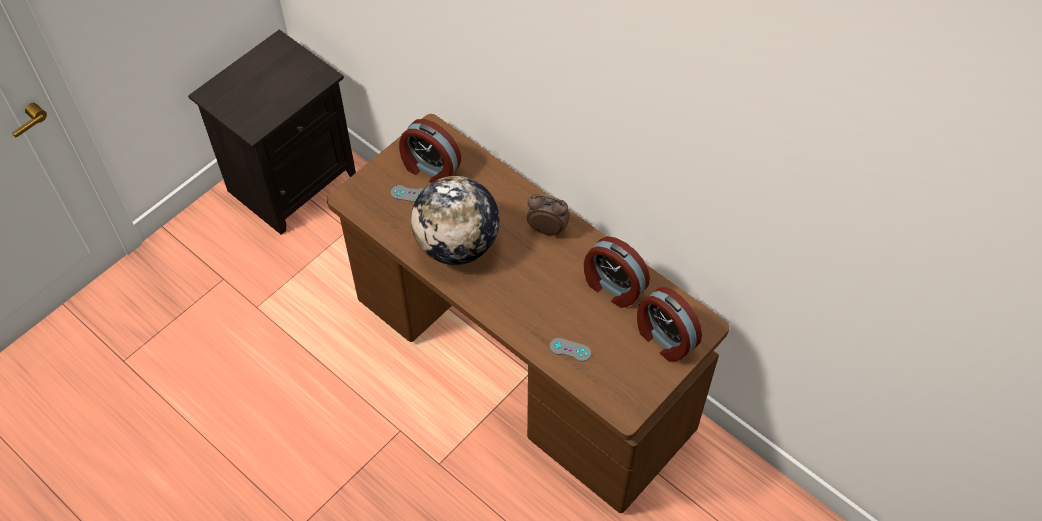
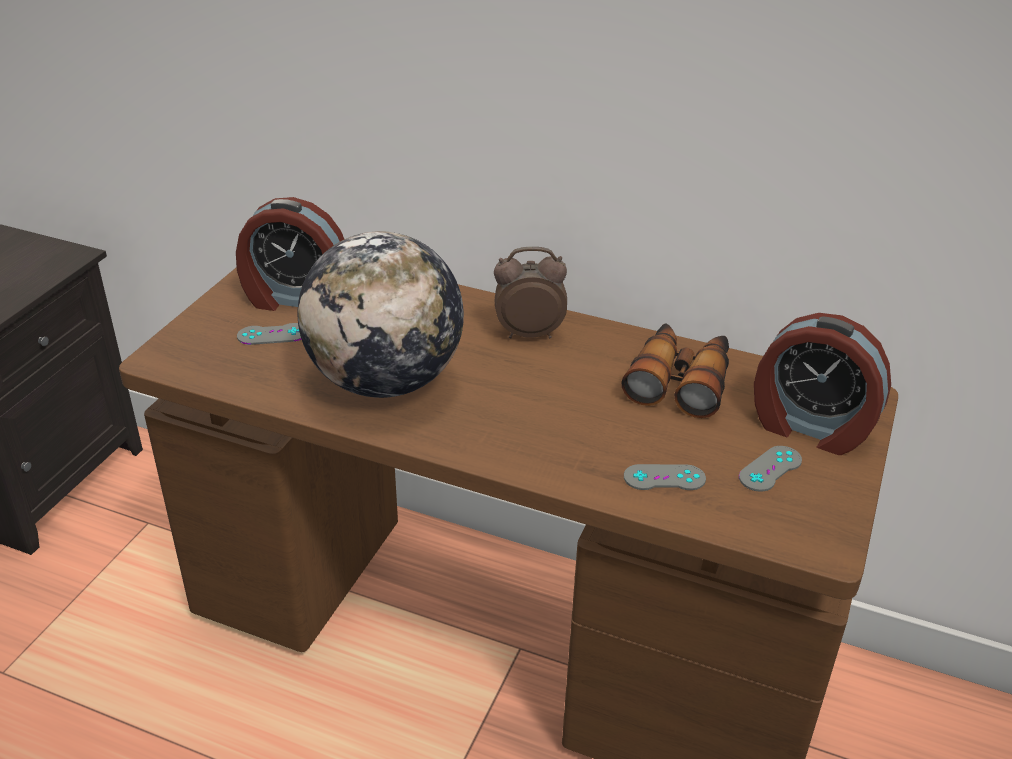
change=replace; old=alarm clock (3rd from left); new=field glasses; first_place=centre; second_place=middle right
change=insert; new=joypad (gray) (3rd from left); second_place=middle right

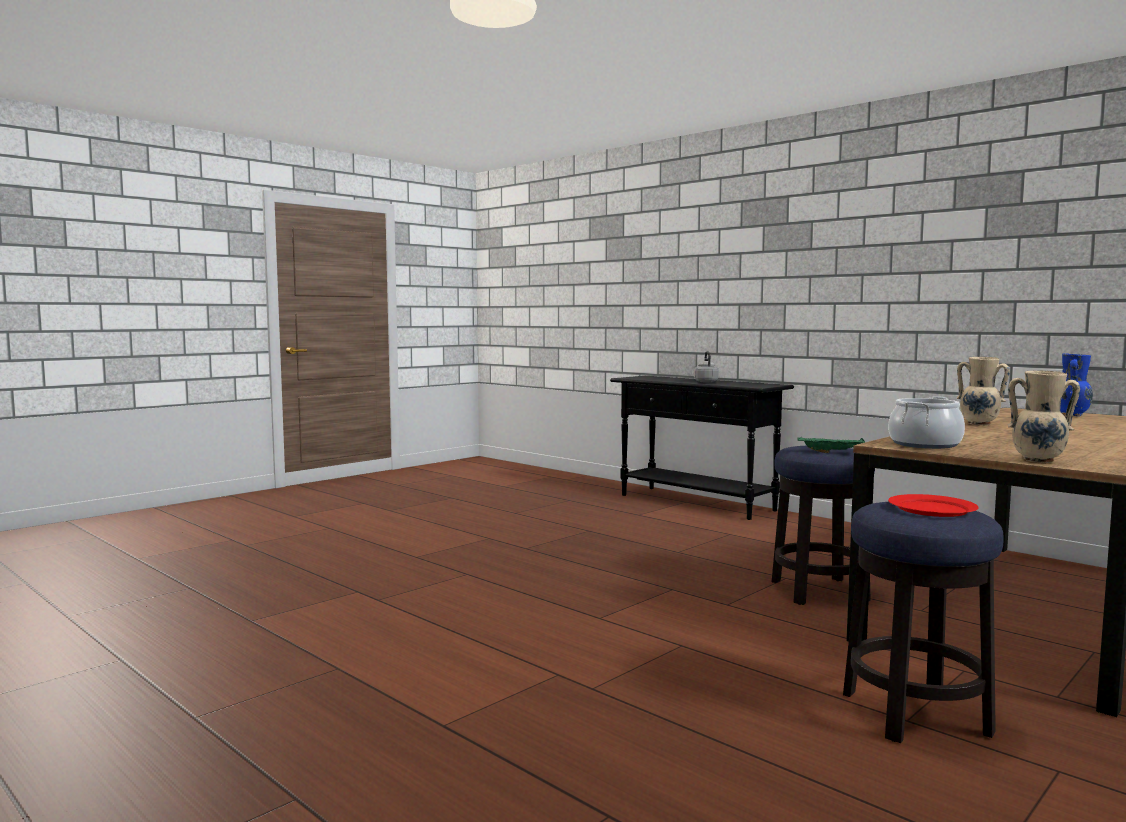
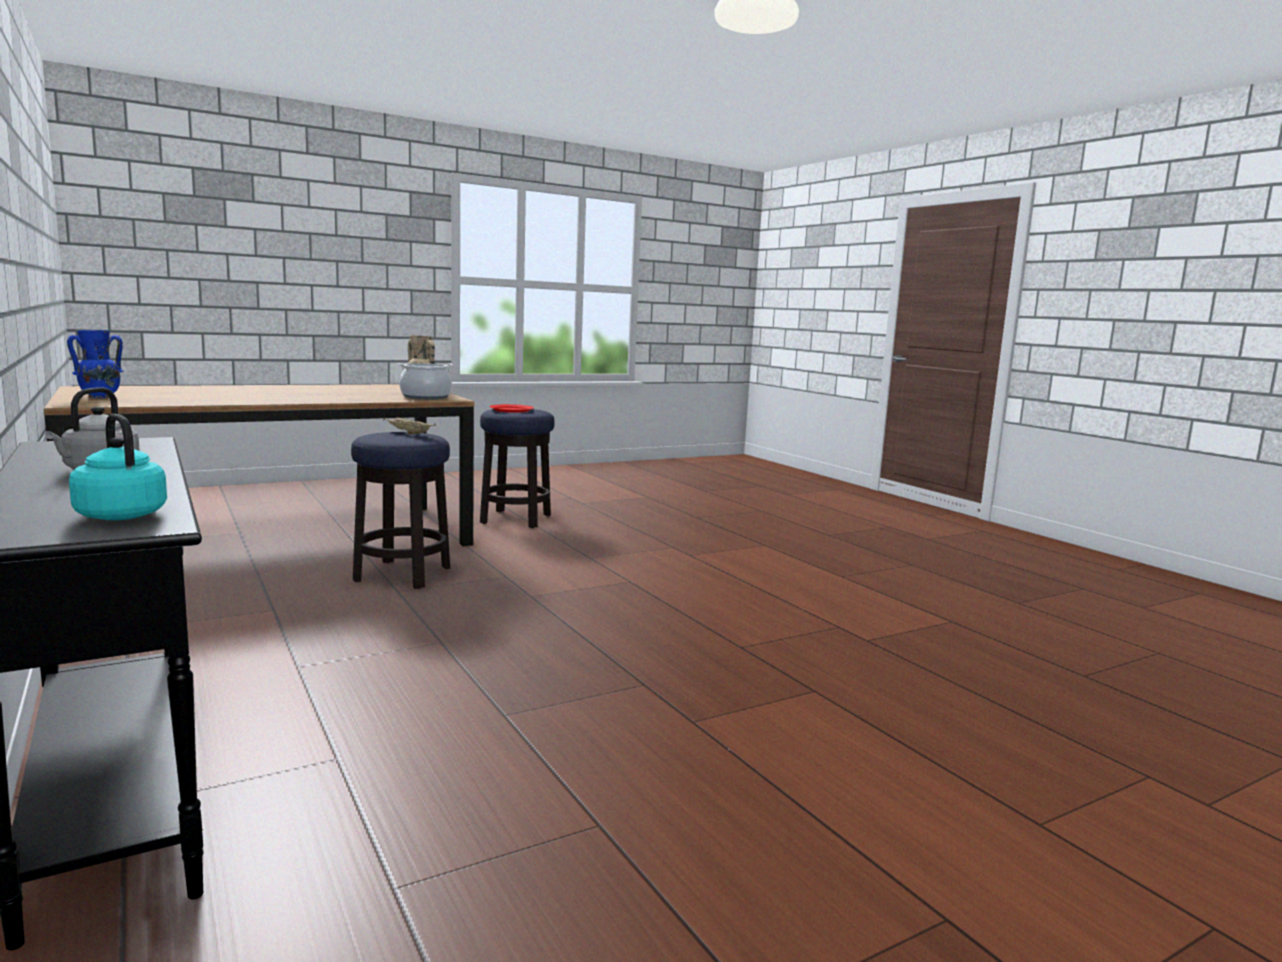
change=recolor; old=serving tray (greenish); new=serving tray (beige); first_place=middle right; second_place=middle left
change=delete; old=flower vase (beige) (1st from left); first_place=middle right
change=insert; new=tea kettle (turquoise); second_place=middle left

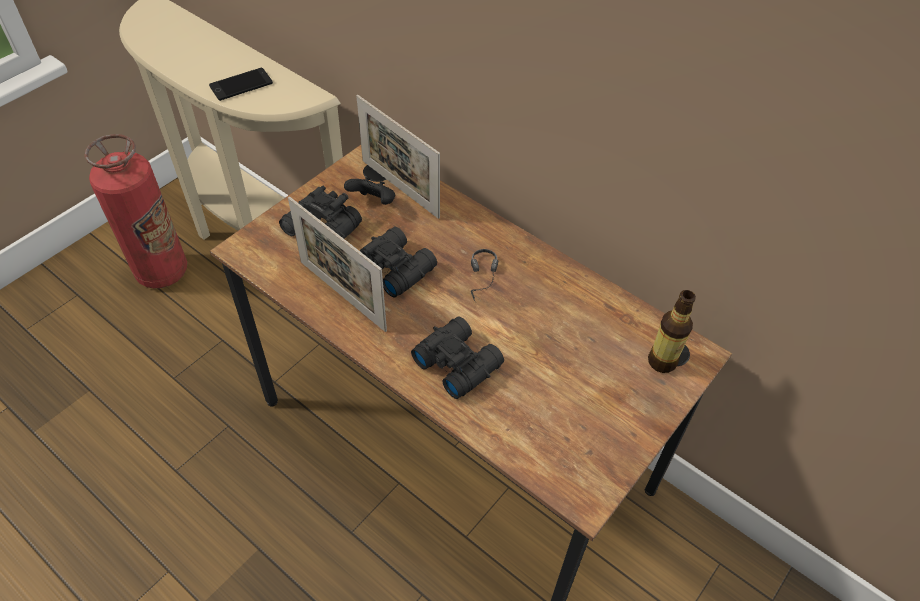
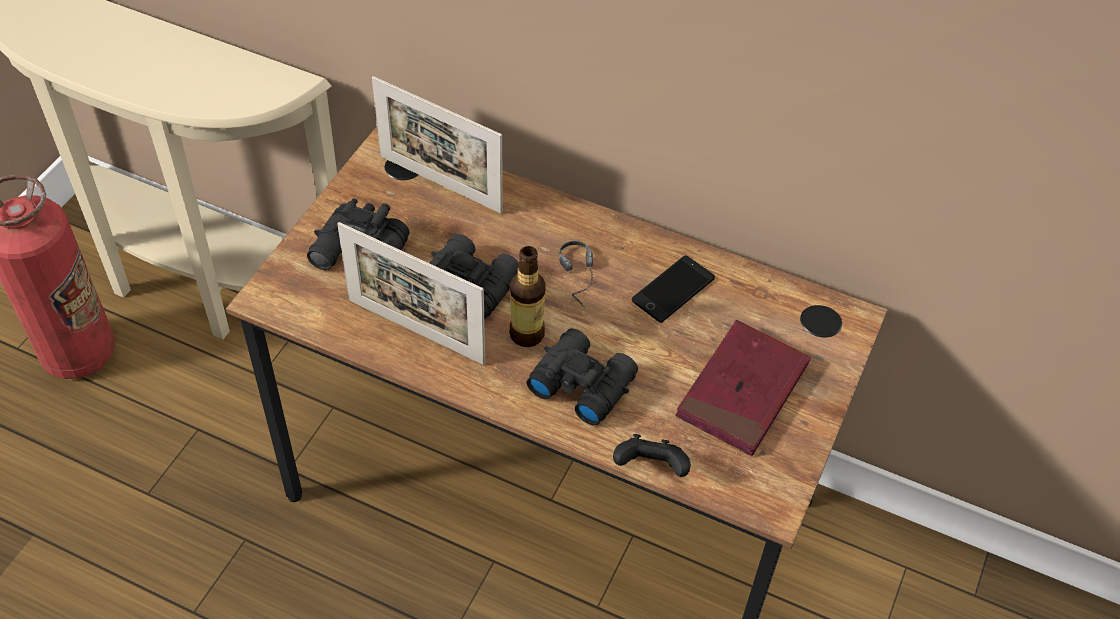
change=move; old=handset; first_place=top left; second_place=centre
change=move; old=joypad (black); first_place=top centre; second_place=bottom centre
change=move; old=beverage bottle; first_place=middle right; second_place=centre
change=insert; new=bound book (reddish); second_place=centre

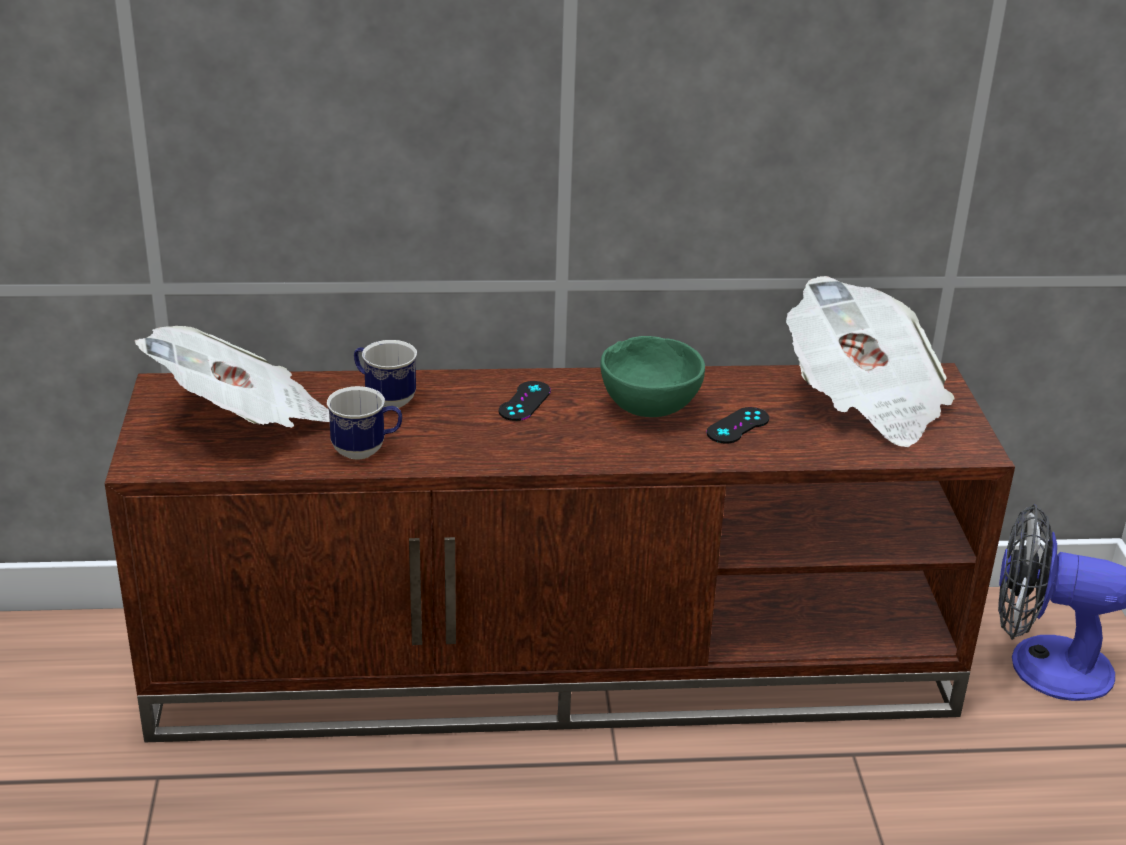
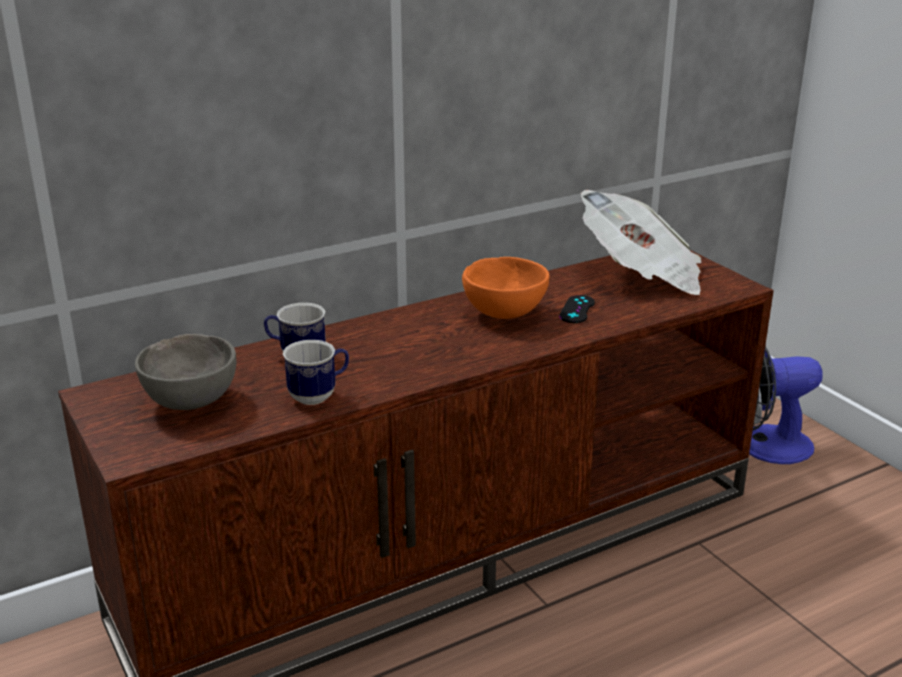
change=replace; old=newspaper (1st from left); new=serving bowl (gray); first_place=middle left; second_place=middle left
change=delete; old=joypad (black) (1st from left); first_place=centre
change=recolor; old=serving bowl (greenish); new=serving bowl (orange-coloured); first_place=centre; second_place=centre

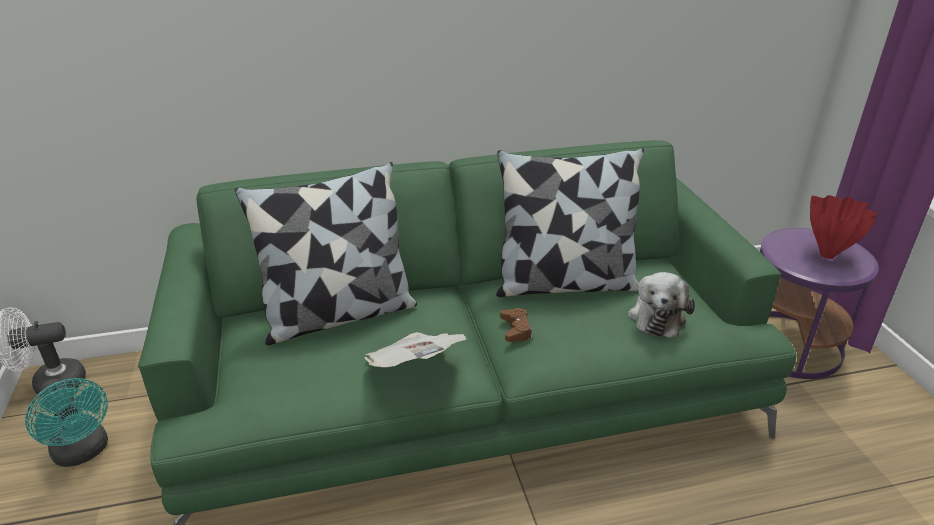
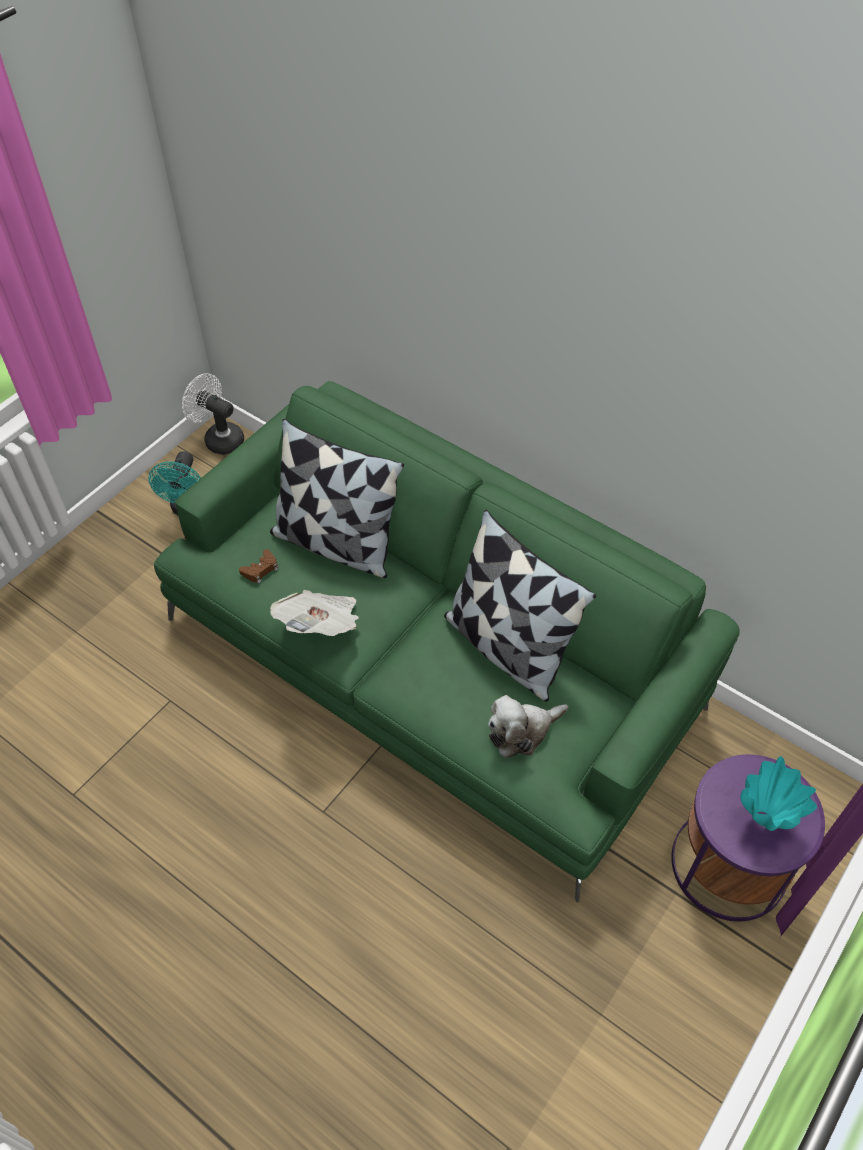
change=move; old=joypad (brown-coloured); first_place=centre; second_place=middle left
change=recolor; old=flower vase (reddish); new=flower vase (turquoise); first_place=middle right; second_place=bottom right

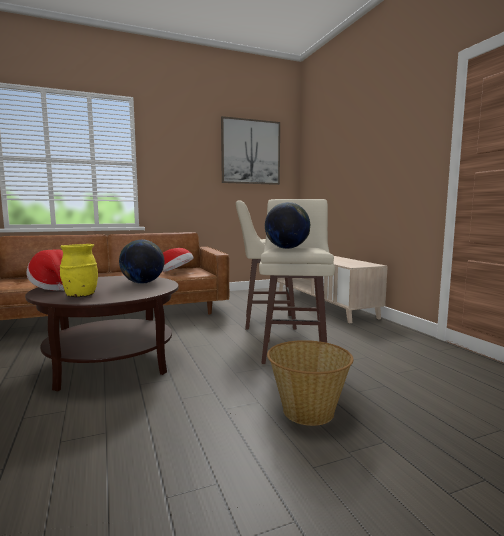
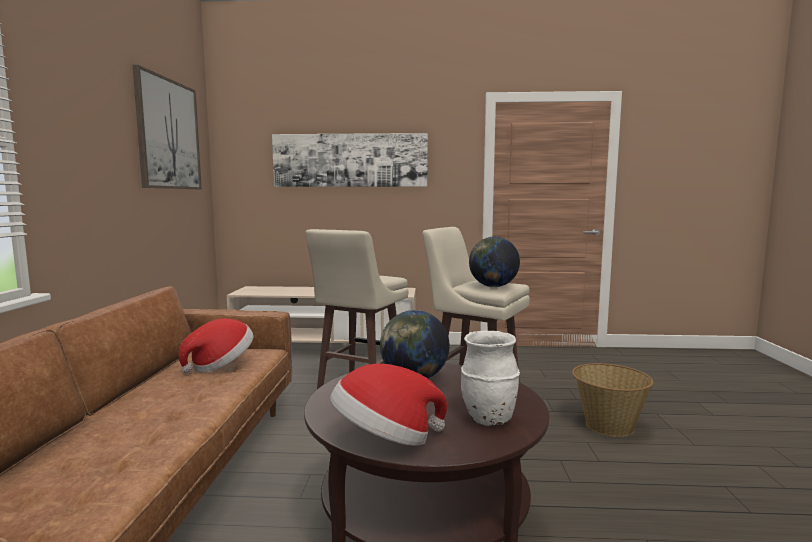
change=recolor; old=flower vase (yellow-coloured); new=flower vase (white); first_place=middle left; second_place=bottom centre
change=insert; new=wall art (2nd from left); second_place=top centre

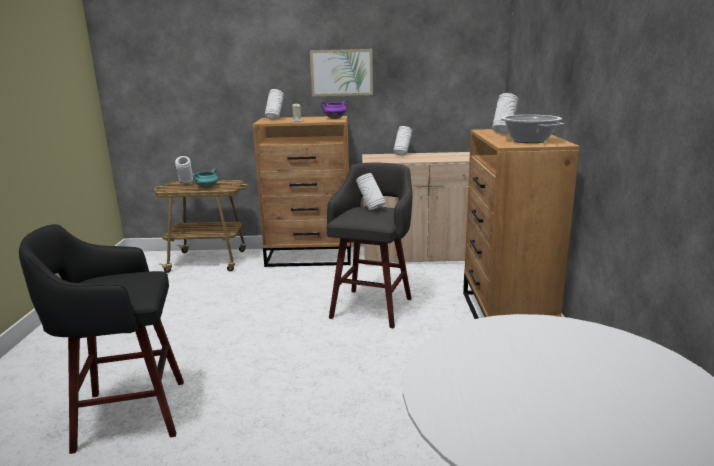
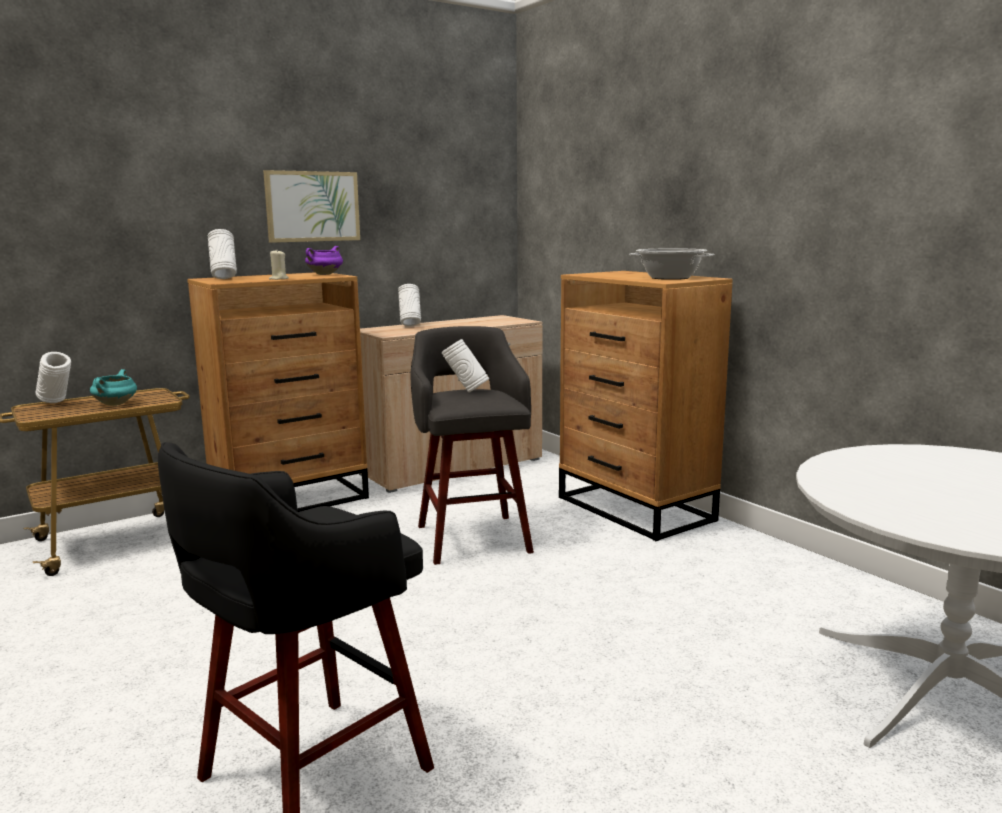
change=delete; old=flower vase (white) (5th from left); first_place=top right

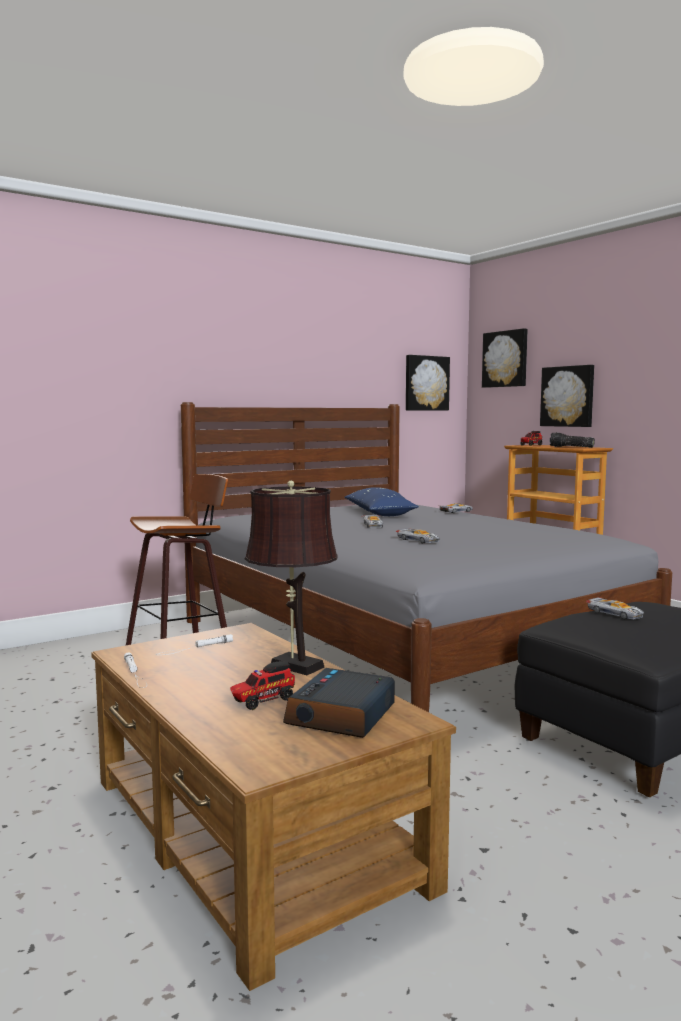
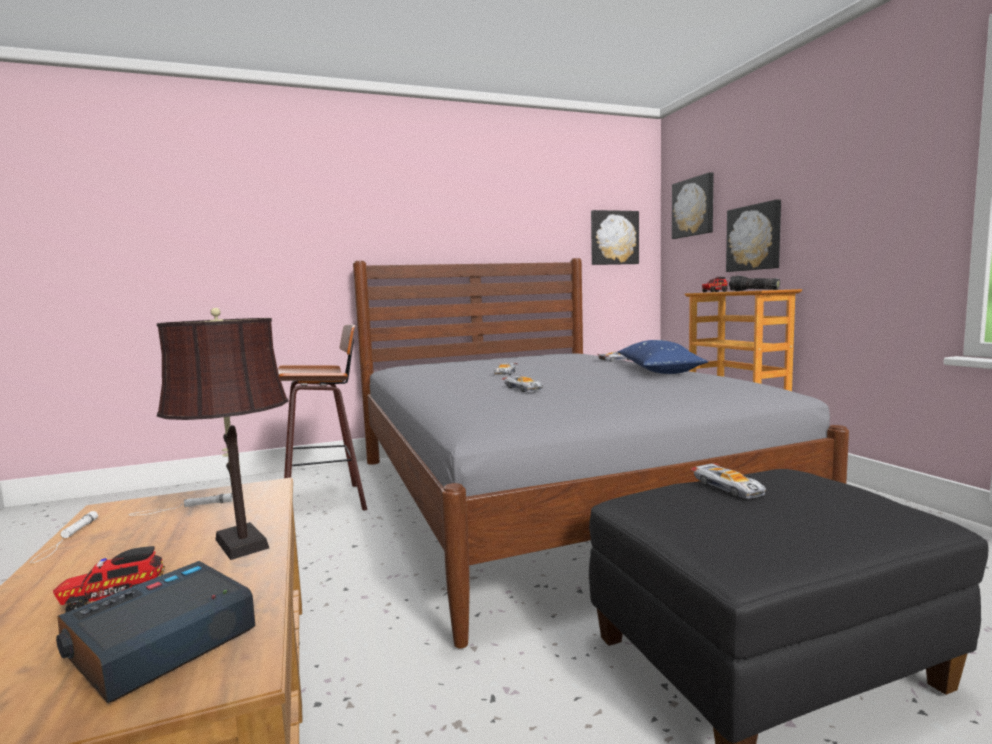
change=move; old=pillow (blue-coloured); first_place=centre; second_place=middle right

